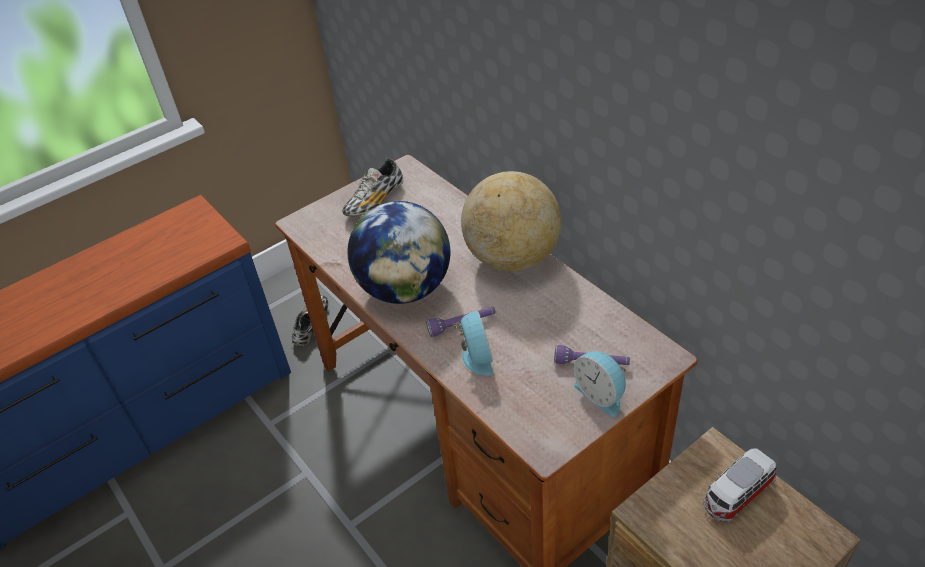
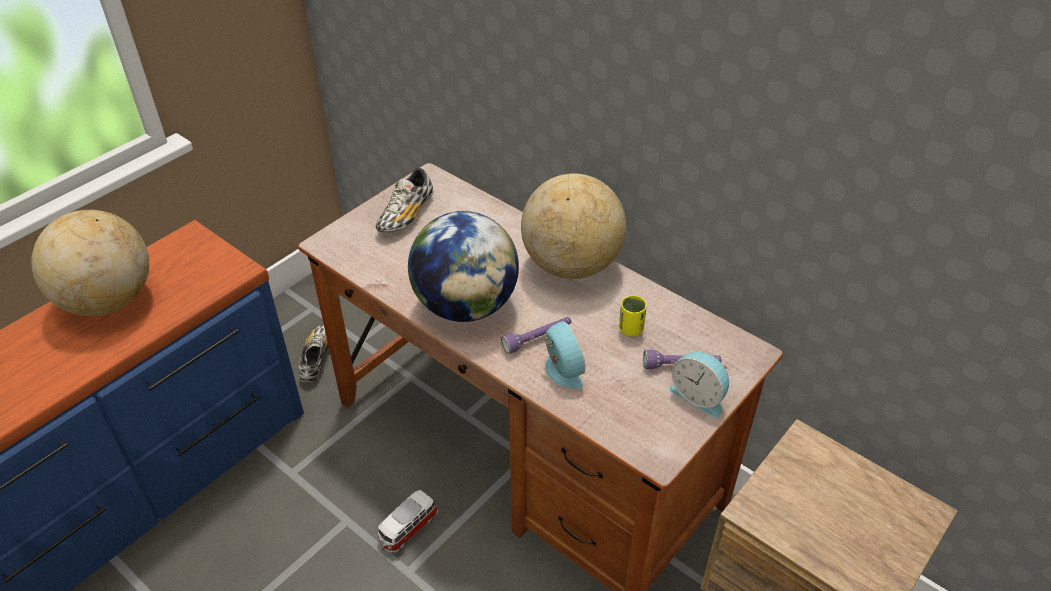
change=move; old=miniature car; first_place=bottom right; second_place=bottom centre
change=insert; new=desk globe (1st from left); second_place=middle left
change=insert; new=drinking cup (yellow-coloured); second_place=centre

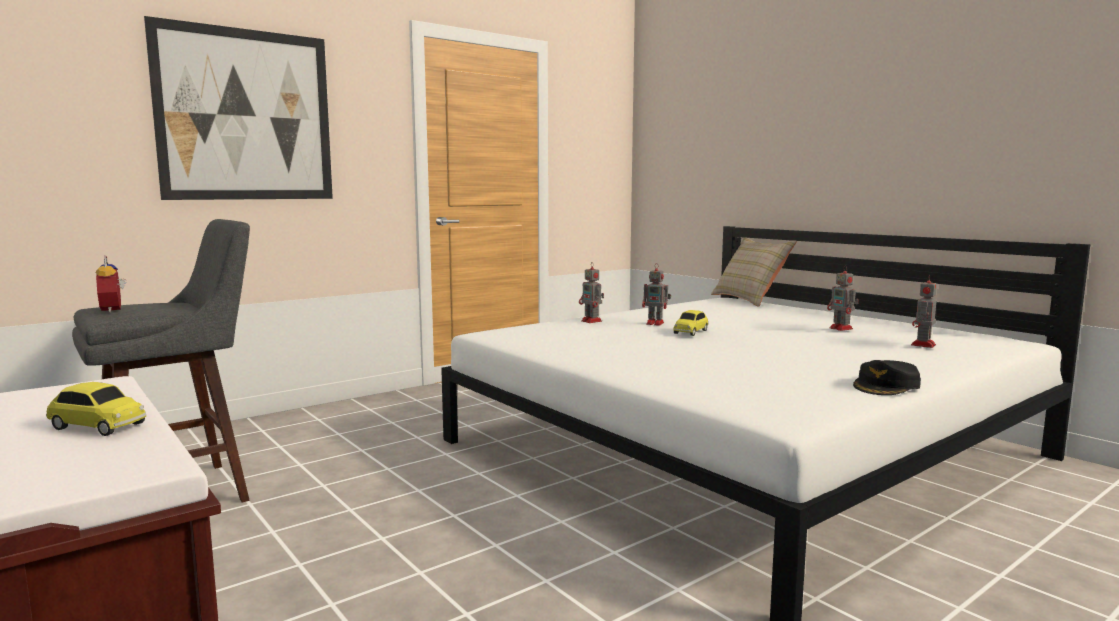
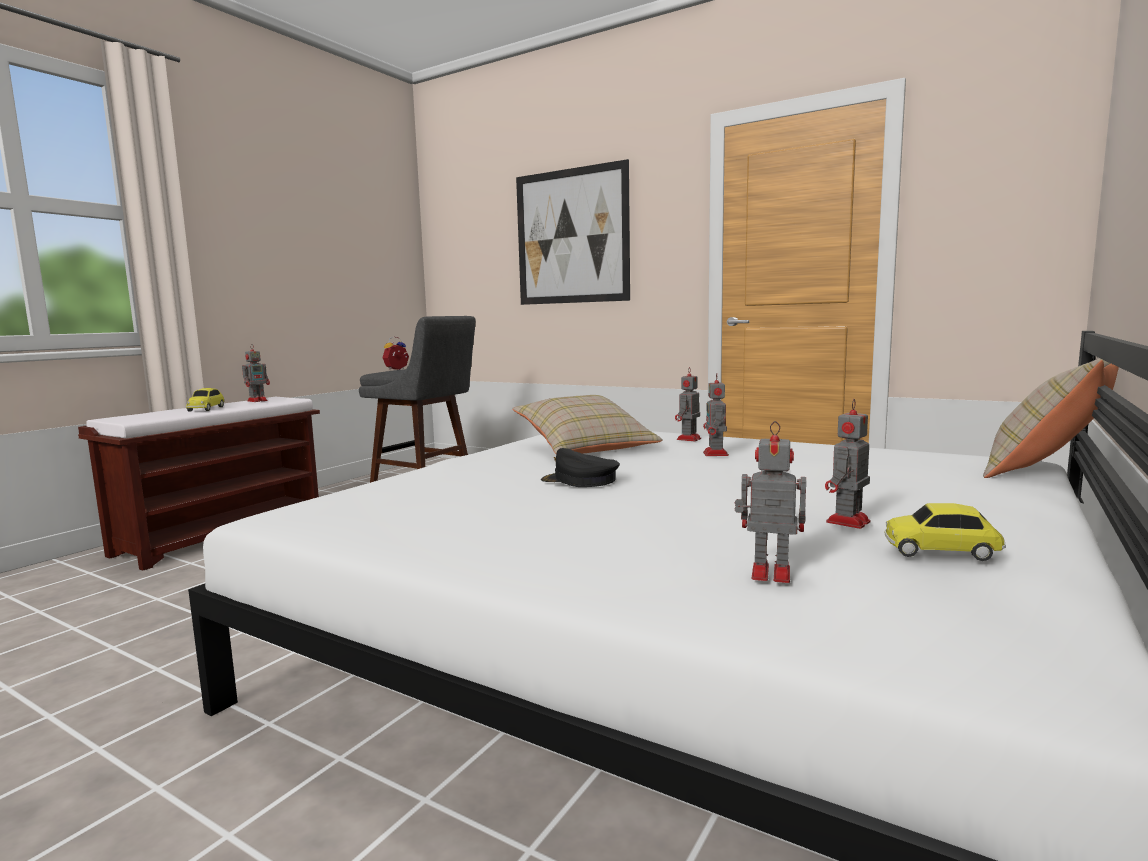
change=move; old=miniature car (2nd from left); first_place=centre; second_place=middle right
change=move; old=peaked cap (black); first_place=middle right; second_place=centre
change=insert; new=toy robot (1st from left); second_place=middle left
change=insert; new=pillow (beige) (1st from left); second_place=centre

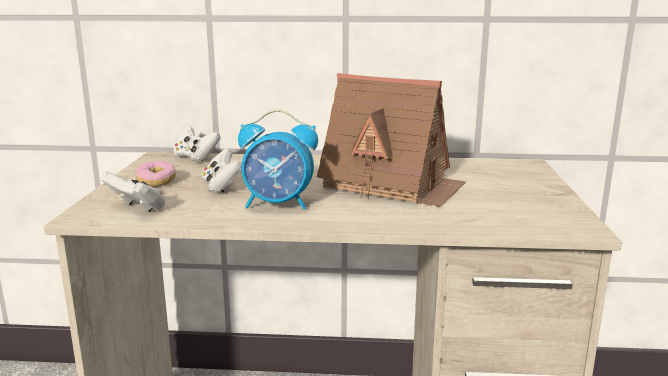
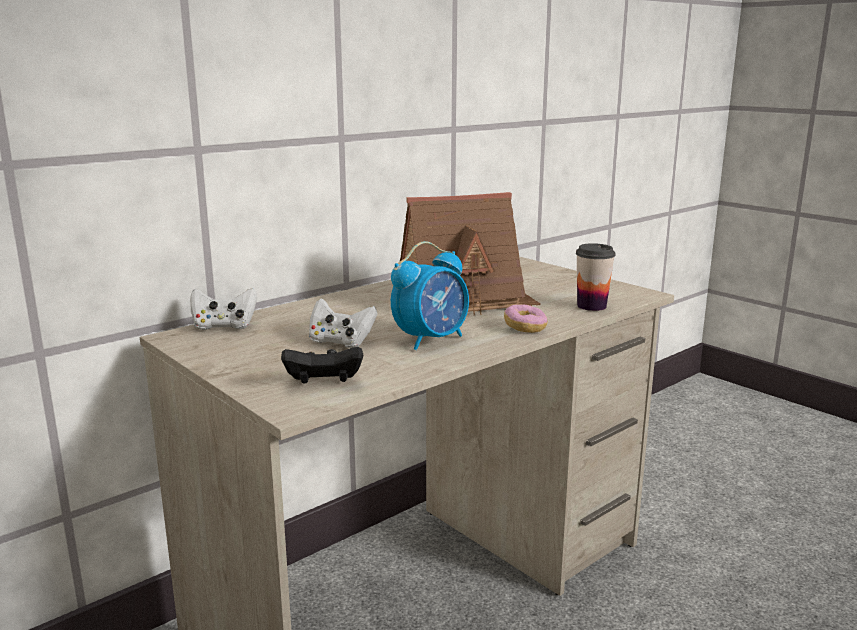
change=recolor; old=joypad (white) (1st from left); new=joypad (black); first_place=middle left; second_place=centre
change=move; old=doughnut; first_place=middle left; second_place=centre
change=insert; new=drinking cup; second_place=middle right

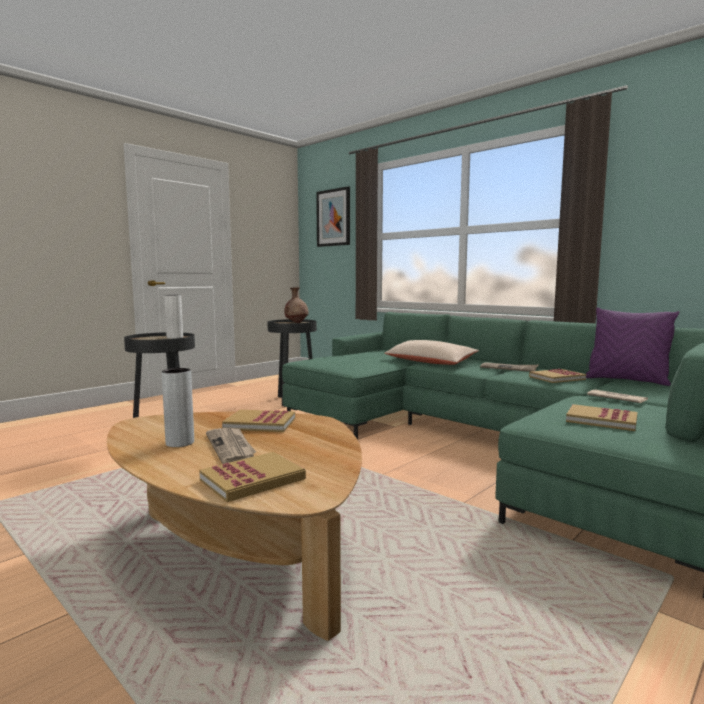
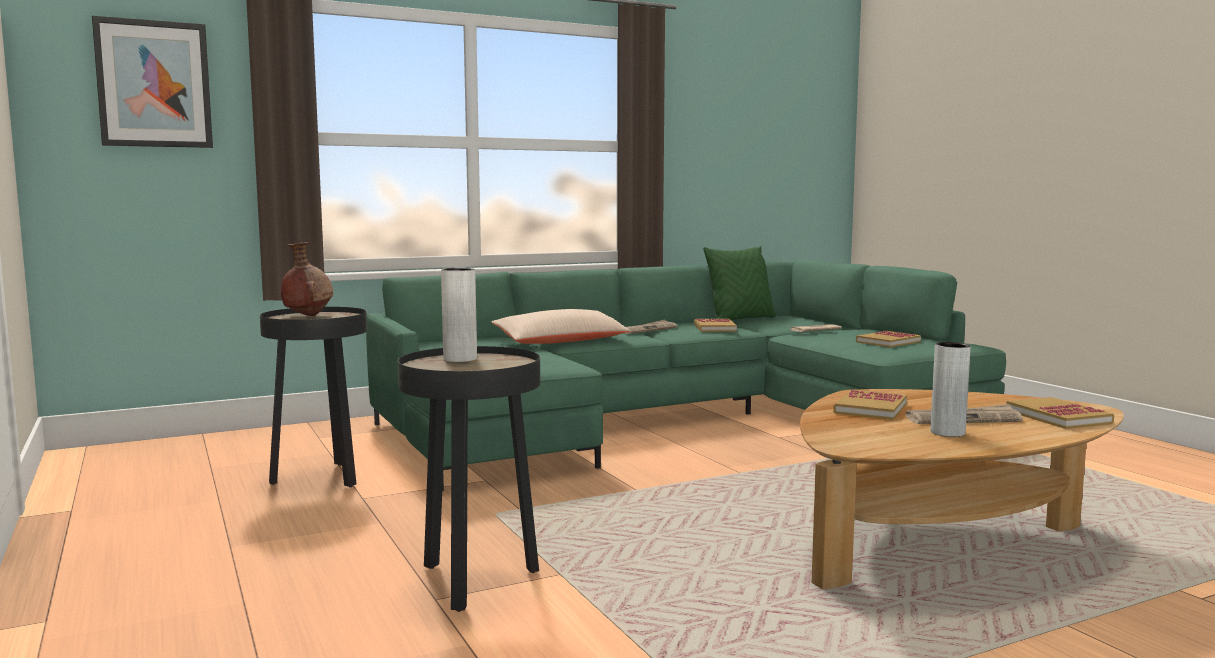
change=recolor; old=pillow (purple-coloured); new=pillow (greenish); first_place=middle right; second_place=centre

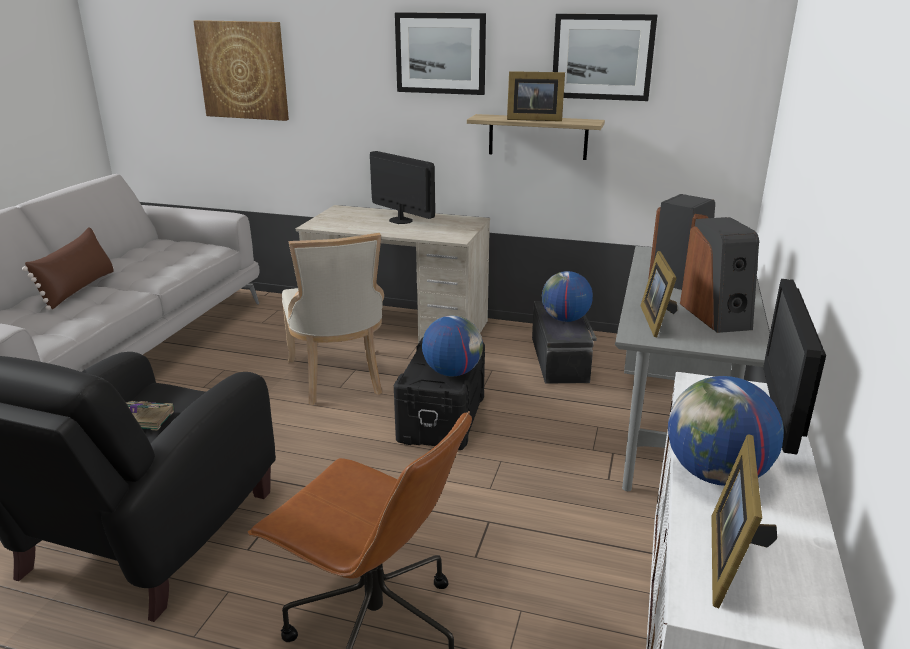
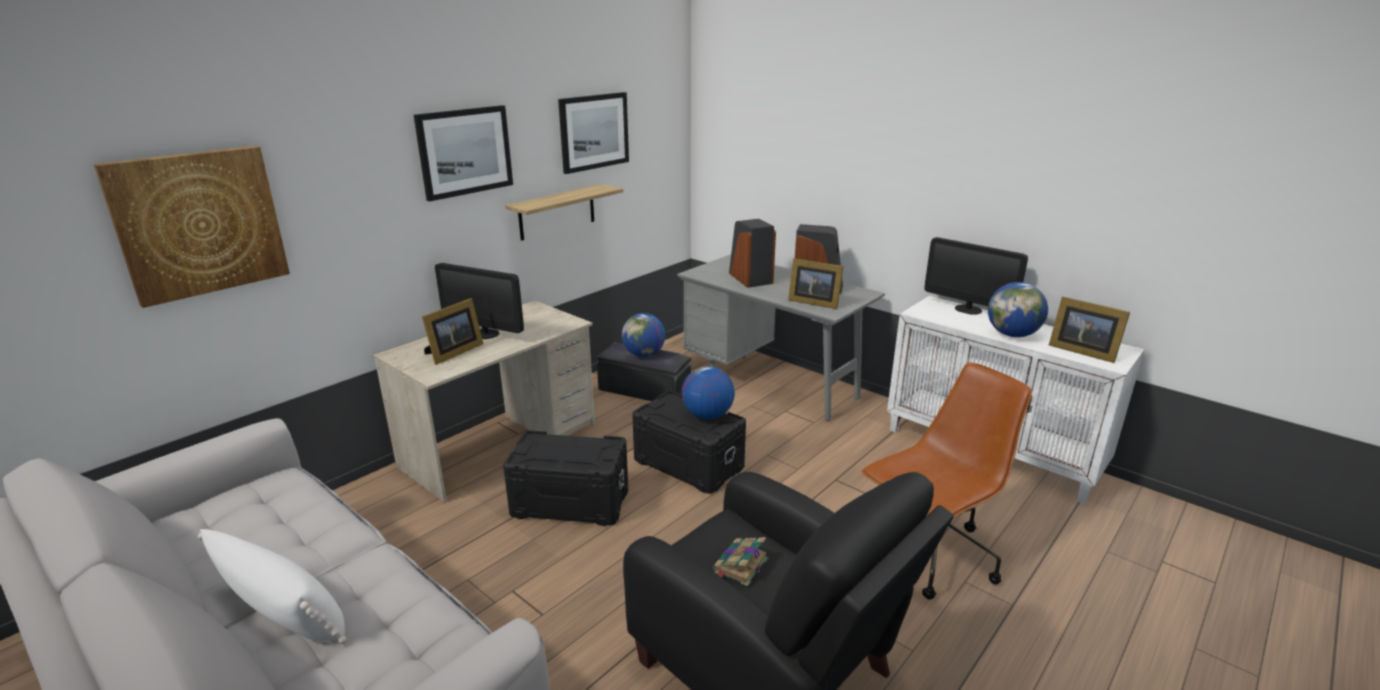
change=recolor; old=pillow (brown-coloured); new=pillow (white); first_place=middle left; second_place=bottom left
change=replace; old=plain chair (beige); new=storage box (black) (1st from left); first_place=centre; second_place=bottom centre
change=rotate; old=monitor (1st from left); first_place=top centre; second_place=centre; degrees=-135
change=move; old=standing frame (1st from left); first_place=top centre; second_place=middle left

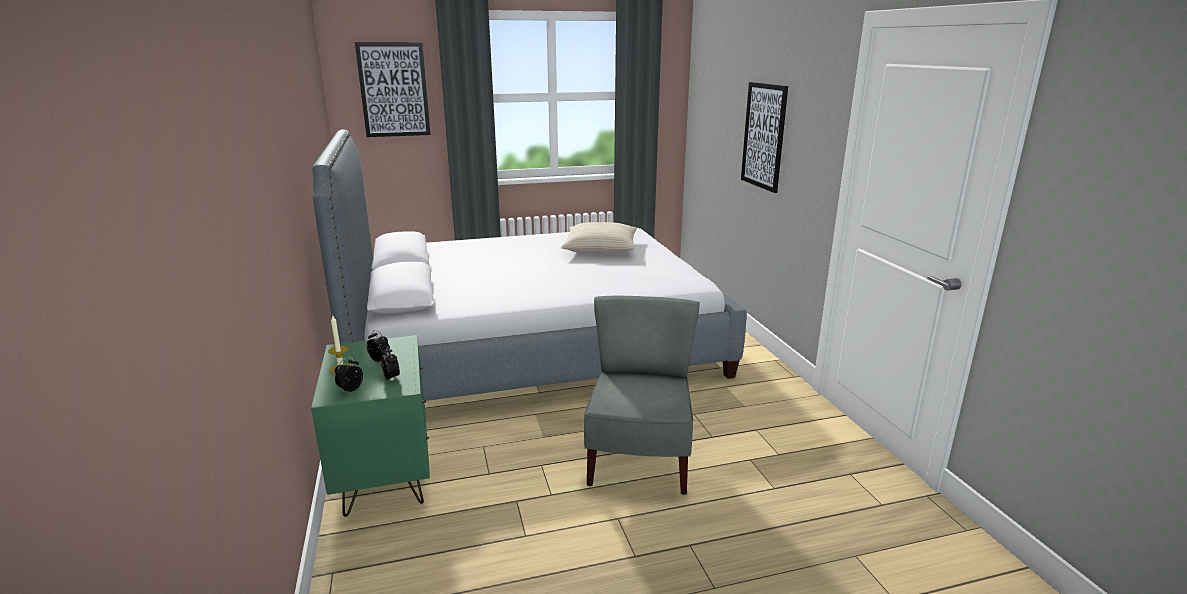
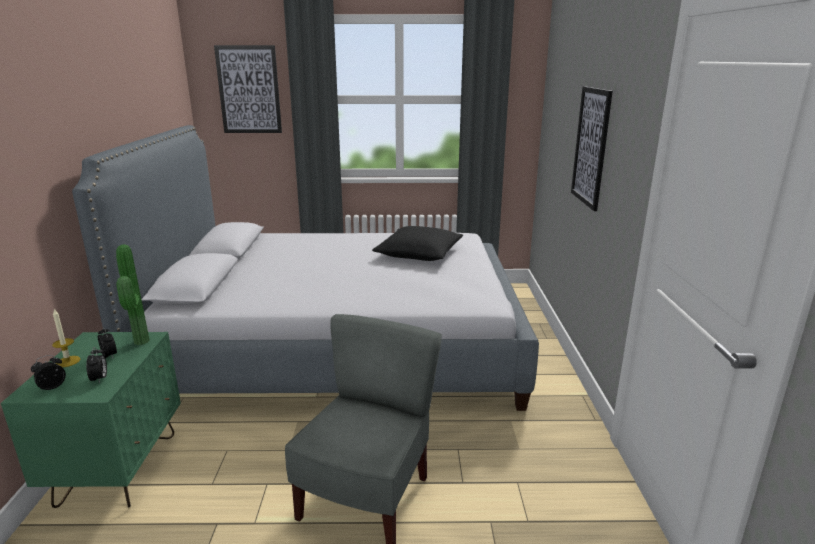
change=recolor; old=pillow (beige); new=pillow (black); first_place=centre; second_place=centre
change=insert; new=potted plant; second_place=middle left

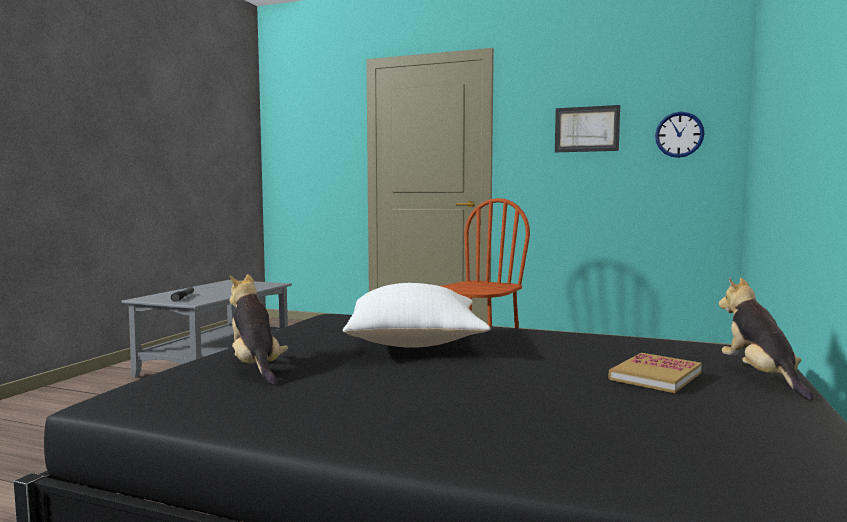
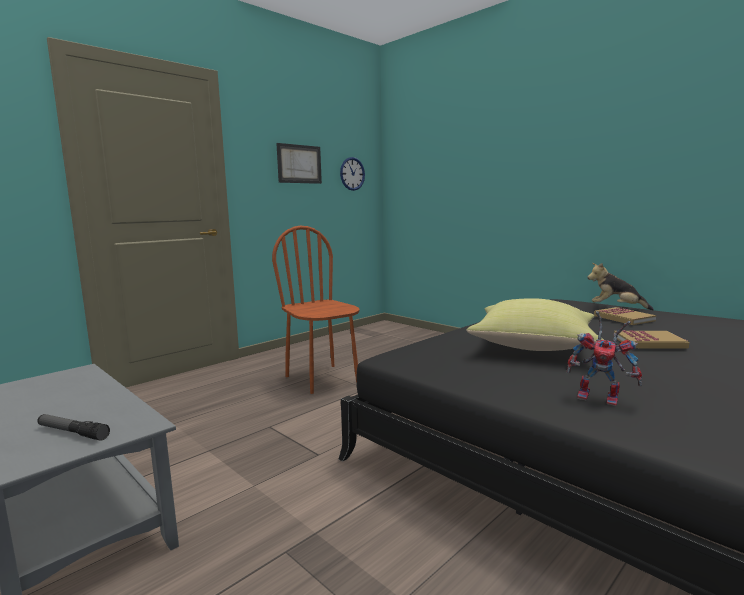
change=replace; old=plush toy (1st from left); new=toy robot; first_place=middle left; second_place=middle right
change=recolor; old=pillow (white); new=pillow (yellow-coloured); first_place=centre; second_place=middle right
change=insert; new=bound book (2nd from left); second_place=middle right

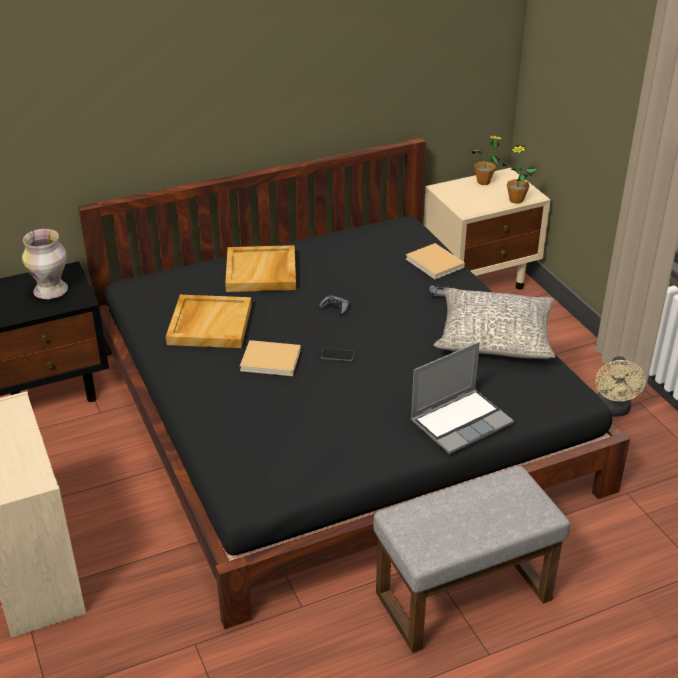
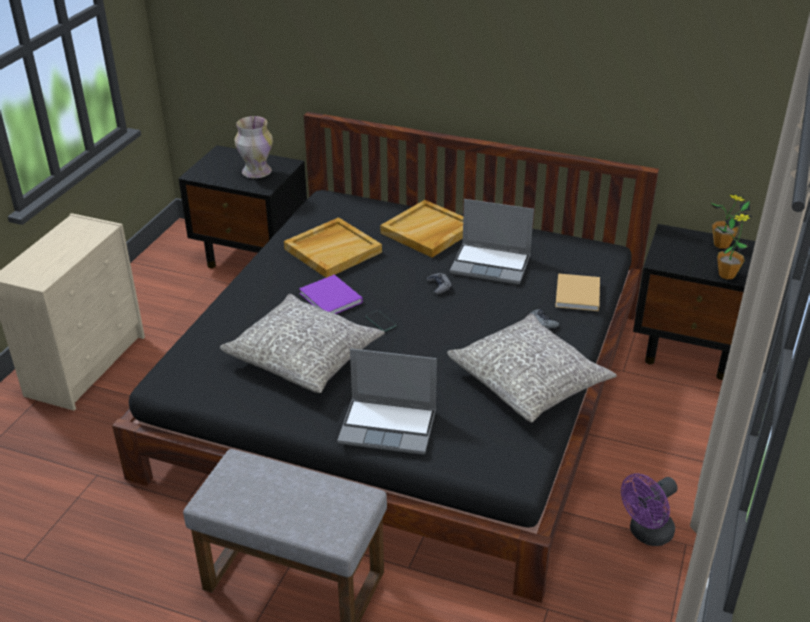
change=recolor; old=bound book (beige) (1st from left); new=bound book (purple-coloured); first_place=centre; second_place=centre
change=recolor; old=nightstand (beige); new=nightstand (black) (2nd from left); first_place=middle right; second_place=middle right
change=recolor; old=cooling fan (beige); new=cooling fan (purple-coloured); first_place=middle right; second_place=bottom right
change=insert; new=pillow (gray) (1st from left); second_place=centre
change=insert; new=laptop (2nd from left); second_place=centre

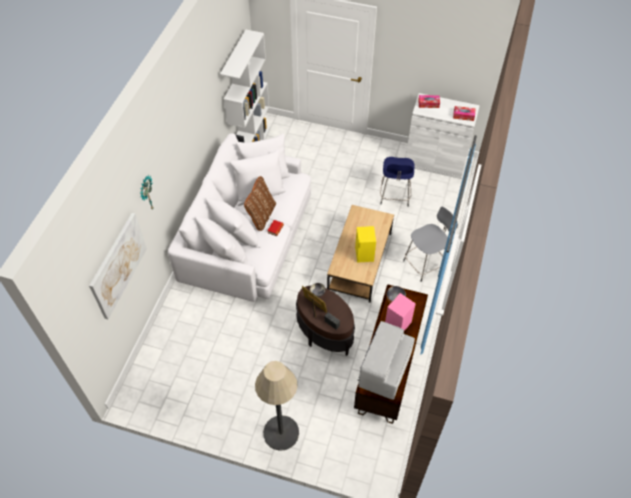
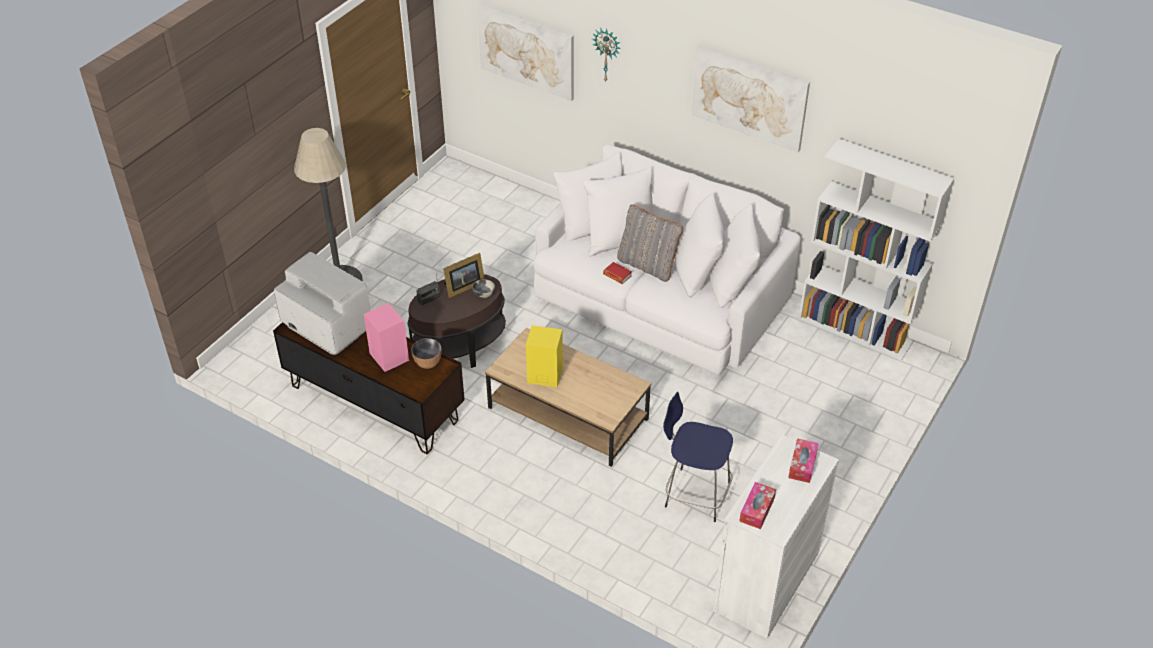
change=recolor; old=pillow (brown-coloured); new=pillow (gray); first_place=centre; second_place=centre
change=delete; old=stool seat (gray); first_place=middle right
change=insert; new=wall art (2nd from left); second_place=top centre

